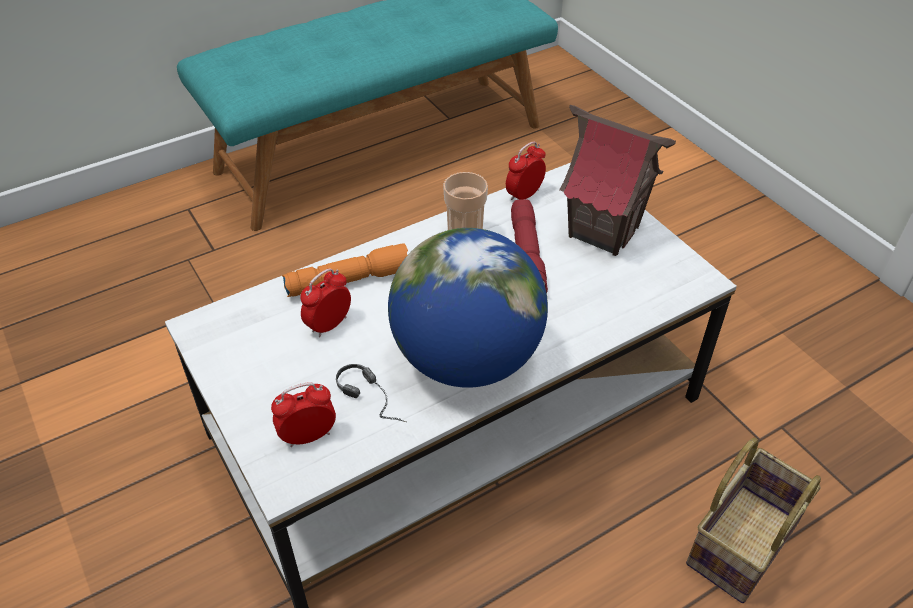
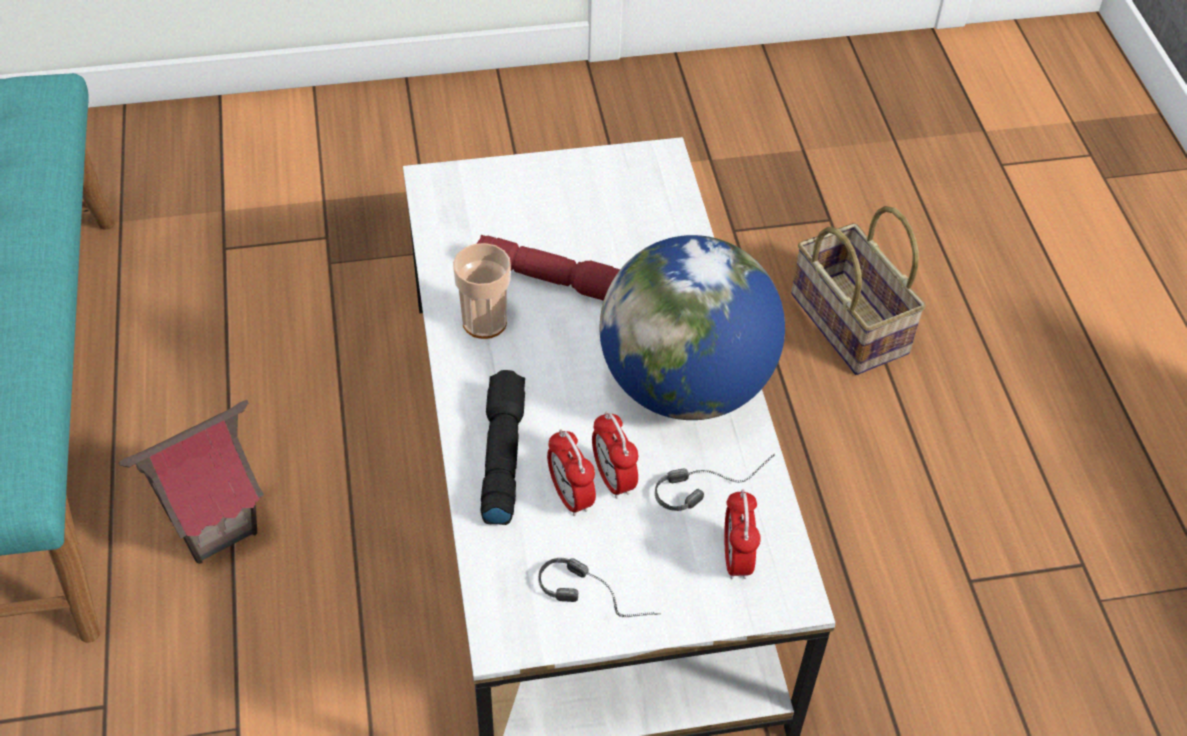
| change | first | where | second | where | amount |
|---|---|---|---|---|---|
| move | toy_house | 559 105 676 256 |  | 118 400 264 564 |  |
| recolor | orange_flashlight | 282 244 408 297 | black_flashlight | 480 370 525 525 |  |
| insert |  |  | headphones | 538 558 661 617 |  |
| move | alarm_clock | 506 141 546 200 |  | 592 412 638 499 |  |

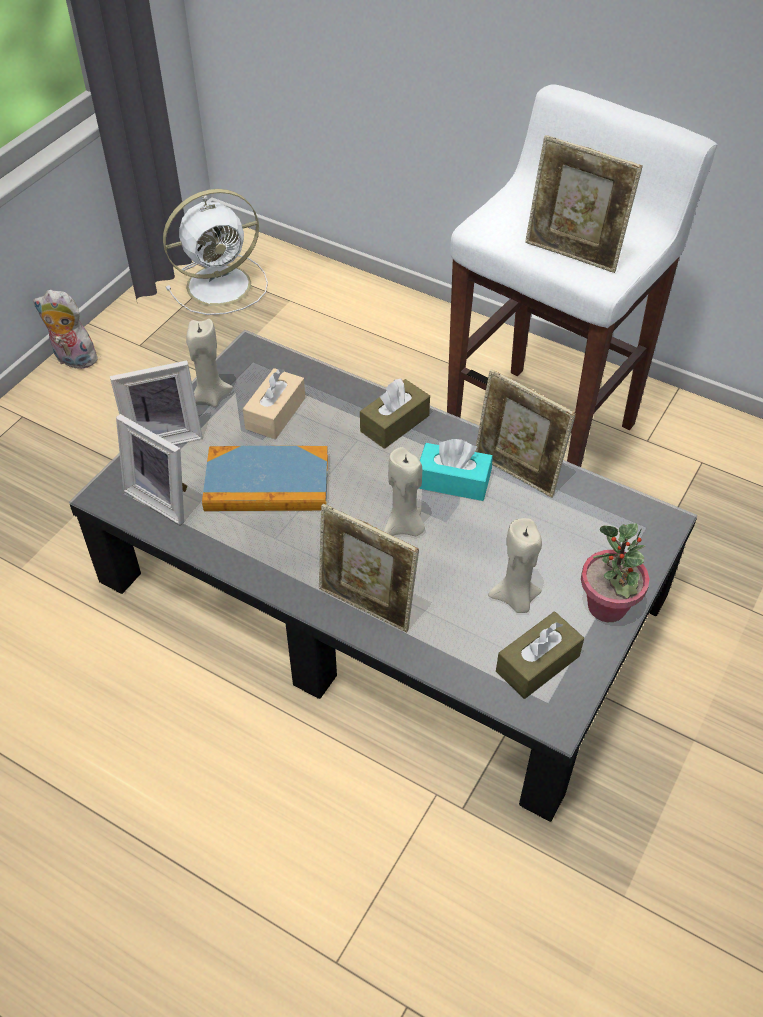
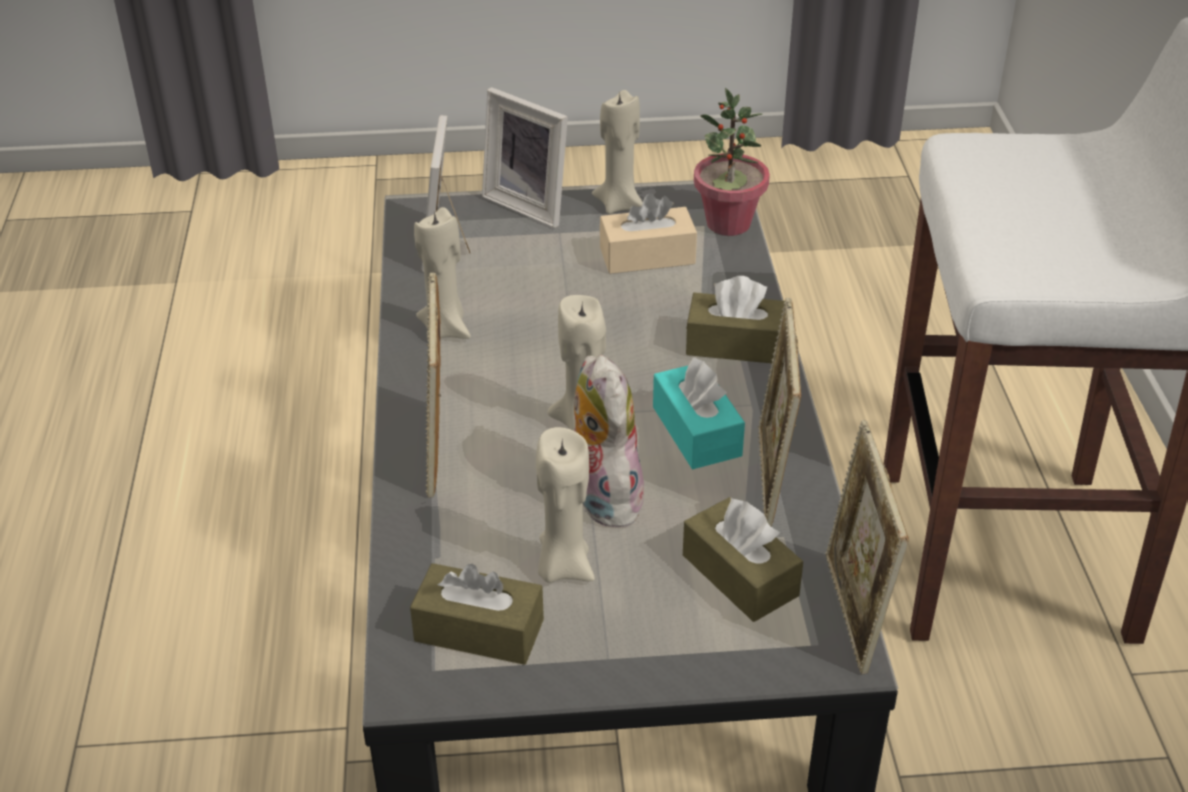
| change | first | where | second | where | amount |
|---|---|---|---|---|---|
| insert |  |  | beige_candle | 414 207 471 339 |  |
| move | plush_toy | 33 290 98 369 |  | 574 354 644 528 |  |
| insert |  |  | brown_tissue_box | 683 497 803 622 |  |
| move | potted_plant | 581 524 650 622 |  | 694 88 770 236 |  |
| move | picture_frame | 525 135 643 273 |  | 825 420 909 674 |  |
| delete | white_fan | 163 189 268 315 |  |  |  |
| delete | book | 202 446 328 511 |  |  |  |

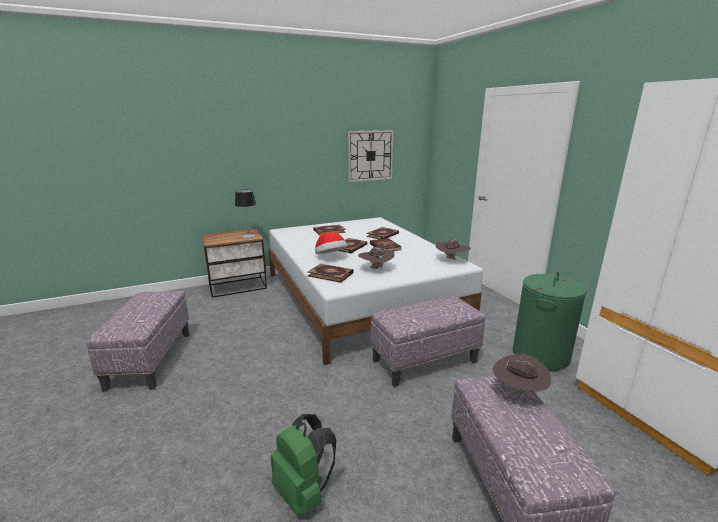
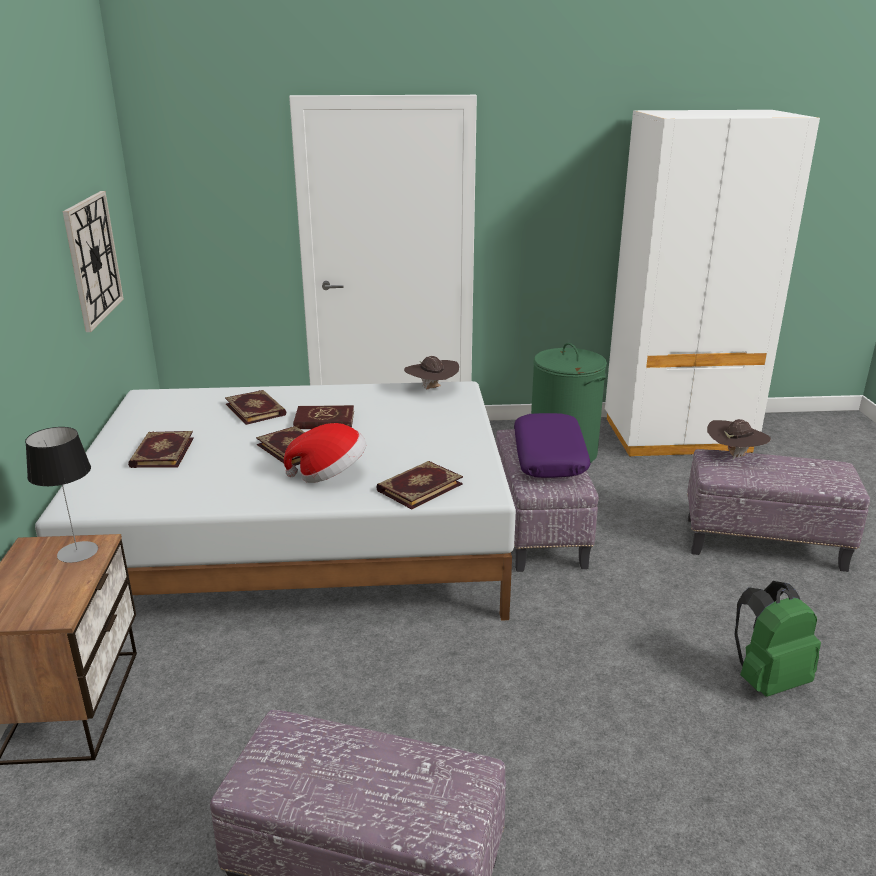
| change | first | where | second | where | amount |
|---|---|---|---|---|---|
| insert |  |  | purple_pillow | 514 413 591 478 |  |
| delete | brown_hat | 358 247 395 269 |  |  |  |

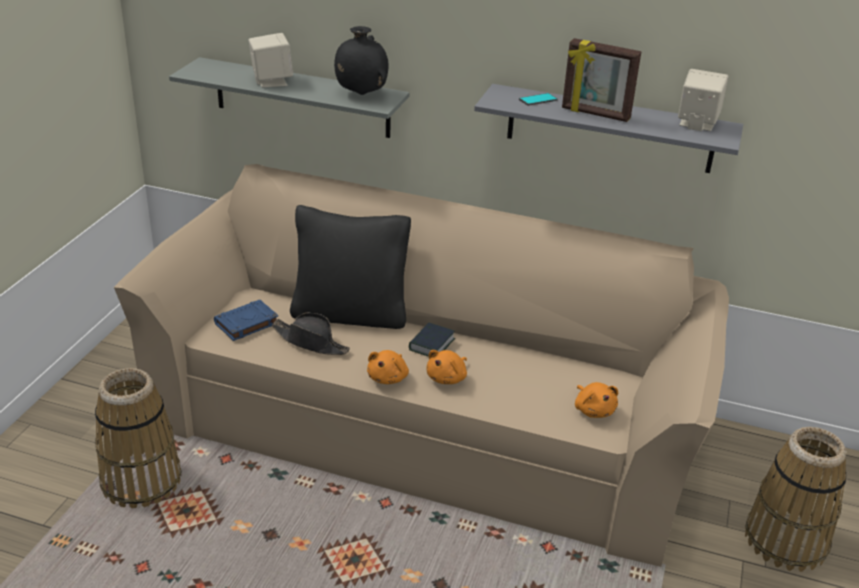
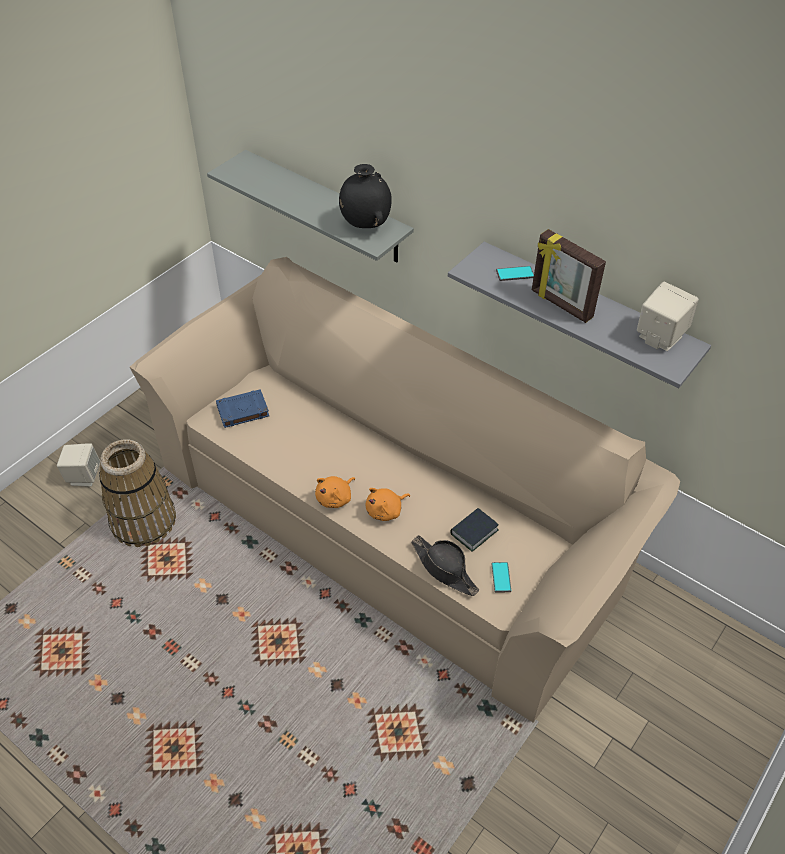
| change | first | where | second | where | amount |
|---|---|---|---|---|---|
| move | beige_speaker | 249 33 293 87 |  | 57 443 100 487 |  |
| move | black_hat | 272 313 350 355 |  | 411 535 479 596 |  |
| move | book | 409 323 455 357 |  | 450 508 499 552 |  |
| replace | orange_plush_toy | 575 382 618 418 | phone | 492 562 511 593 |  |
| delete | black_pillow | 290 205 411 329 |  |  |  |
| delete | basket | 745 427 846 572 |  |  |  |

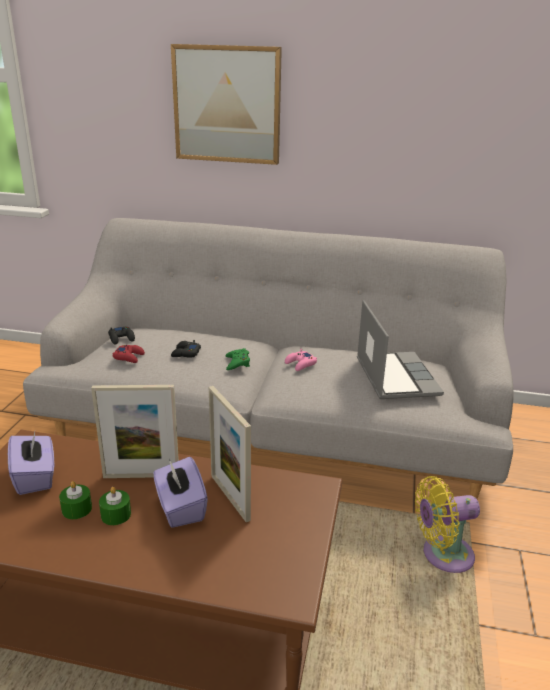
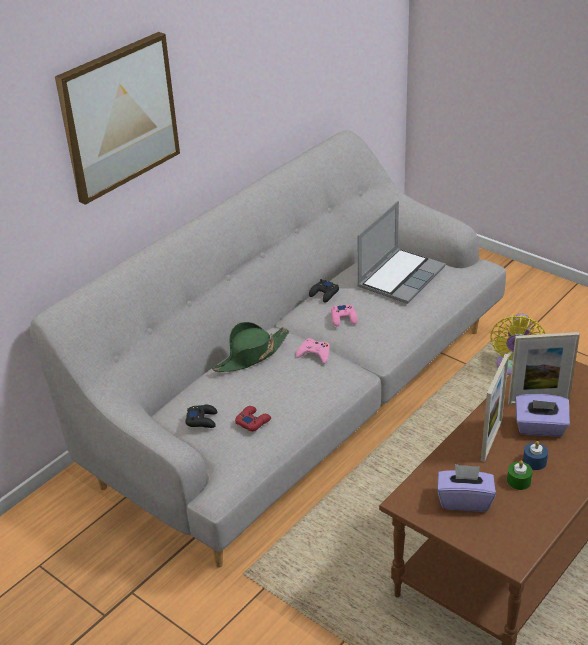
| change | first | where | second | where | amount |
|---|---|---|---|---|---|
| insert |  |  | green_hat | 212 322 289 372 |  |
| recolor | green_game_controller | 225 348 250 370 | pink_game_controller | 296 338 330 364 |  |
| move | black_game_controller | 171 340 201 358 |  | 309 279 339 302 |  |
| rotate | laptop | 357 300 444 399 |  | 357 201 445 304 | 105 degrees clockwise |
| recolor | green_candle | 99 487 131 525 | blue_candle | 523 441 548 470 |  |

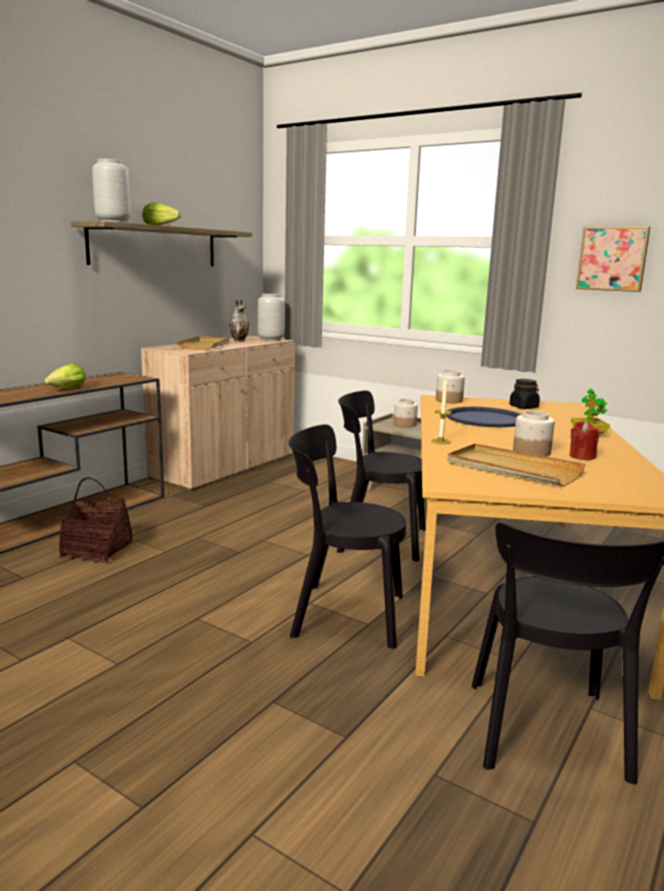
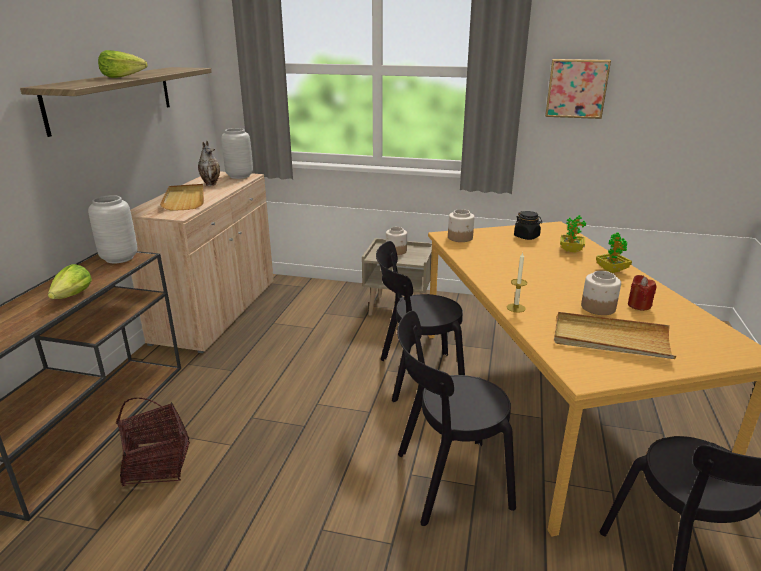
| change | first | where | second | where | amount |
|---|---|---|---|---|---|
| move | grey_vase | 92 159 131 223 |  | 88 195 137 263 |  |
| insert |  |  | potted_plant | 560 215 586 252 |  |
| delete | blue_tray | 446 407 522 427 |  |  |  |

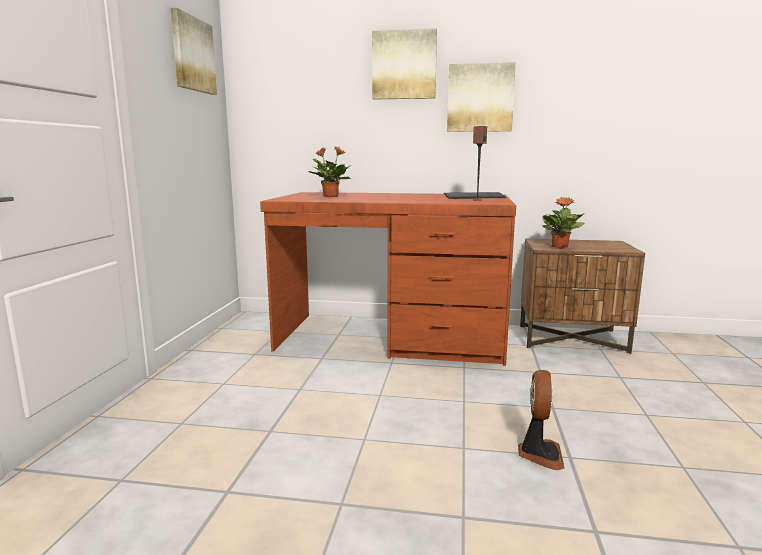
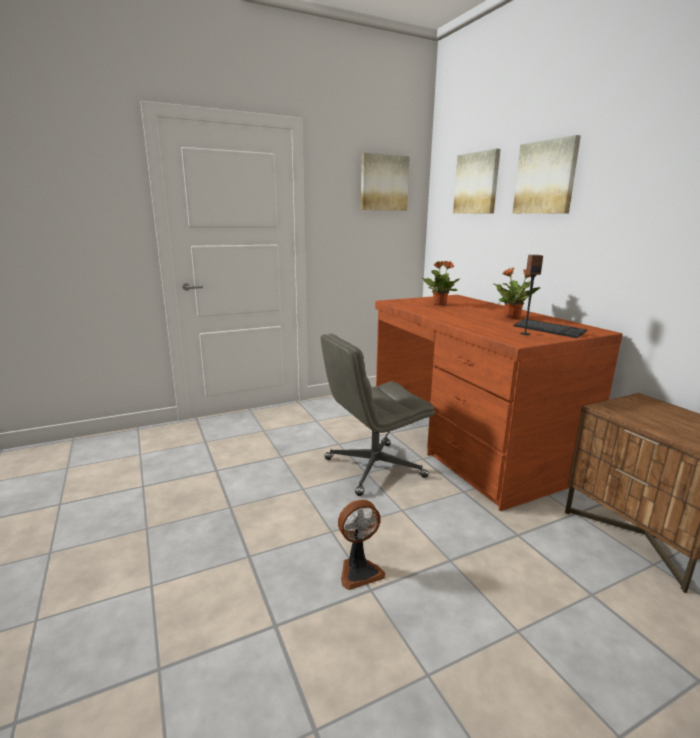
| change | first | where | second | where | amount |
|---|---|---|---|---|---|
| insert |  |  | grey_office_chair | 321 333 435 496 |  |
| move | picture | 447 62 516 132 |  | 453 149 501 214 |  |
| move | potted_plant | 542 197 585 248 |  | 494 268 541 319 |  |

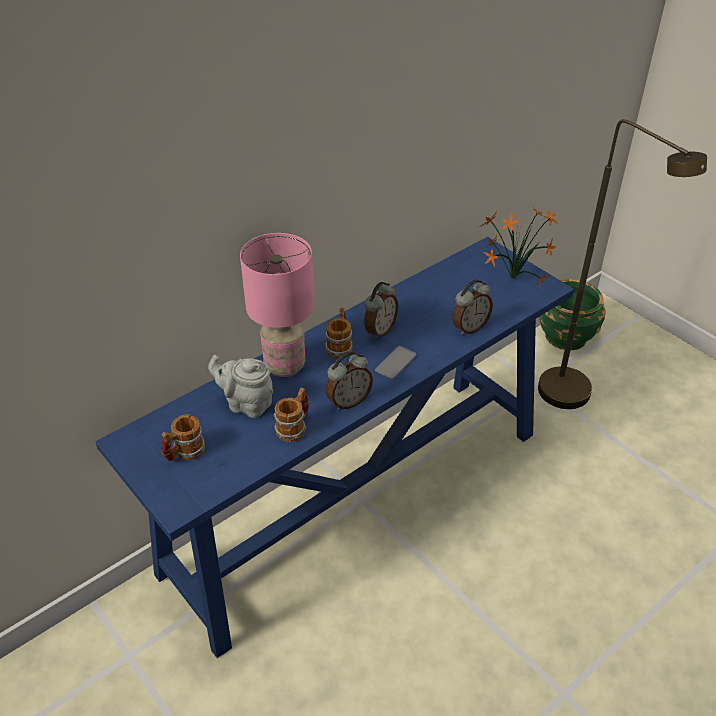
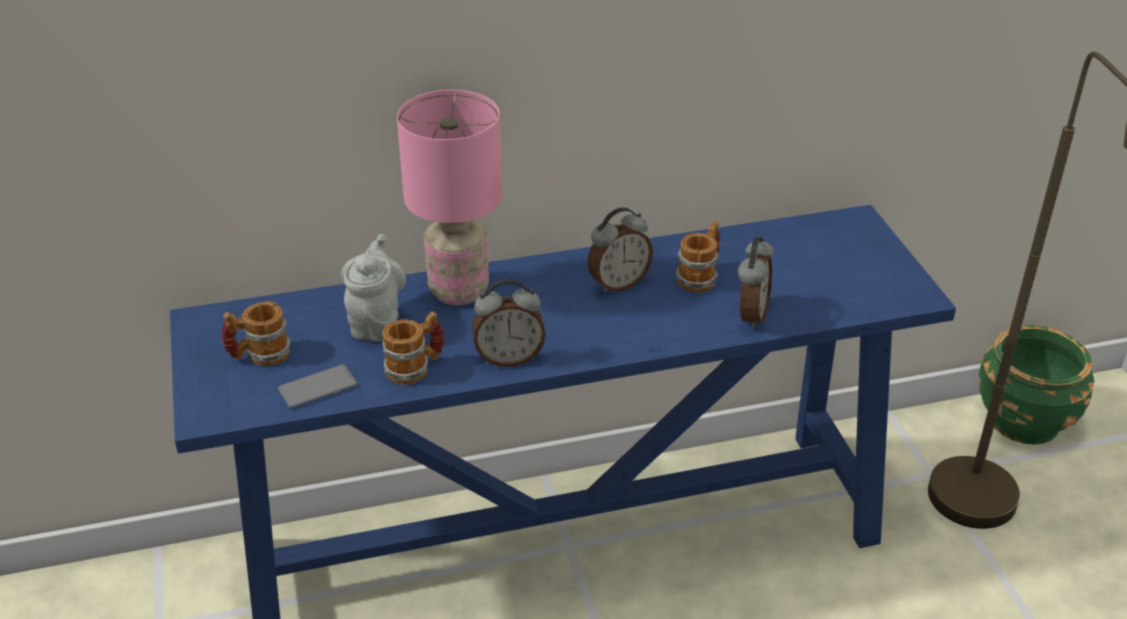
| change | first | where | second | where | amount |
|---|---|---|---|---|---|
| move | phone | 375 346 417 379 |  | 278 364 358 408 |  |
| rotate | grey_teapot | 208 355 273 418 |  | 341 234 406 342 | 45 degrees clockwise |
| move | mug | 325 308 353 358 |  | 675 220 720 292 |  |
| rotate | alarm_clock | 452 279 493 335 |  | 738 237 774 329 | 60 degrees counterclockwise |
| delete | potted_plant | 478 206 559 287 |  |  |  |

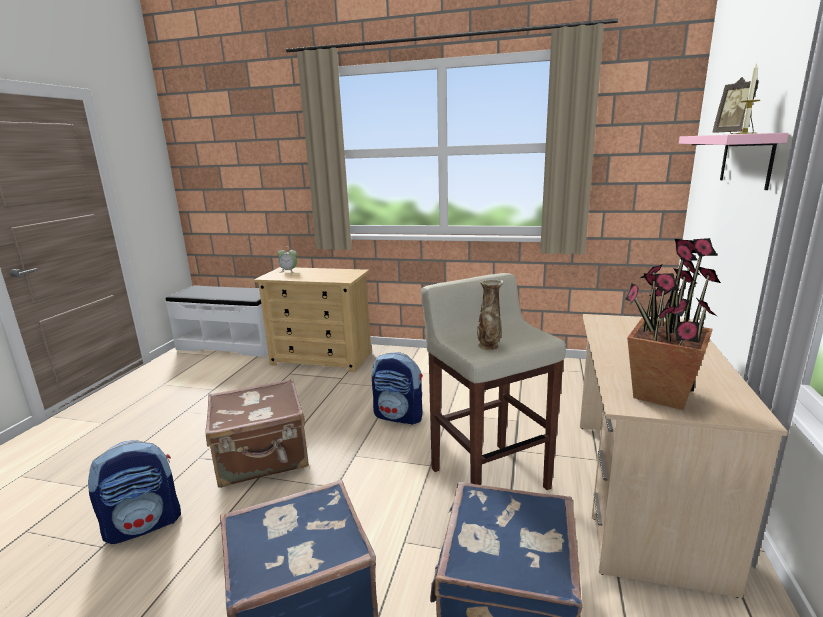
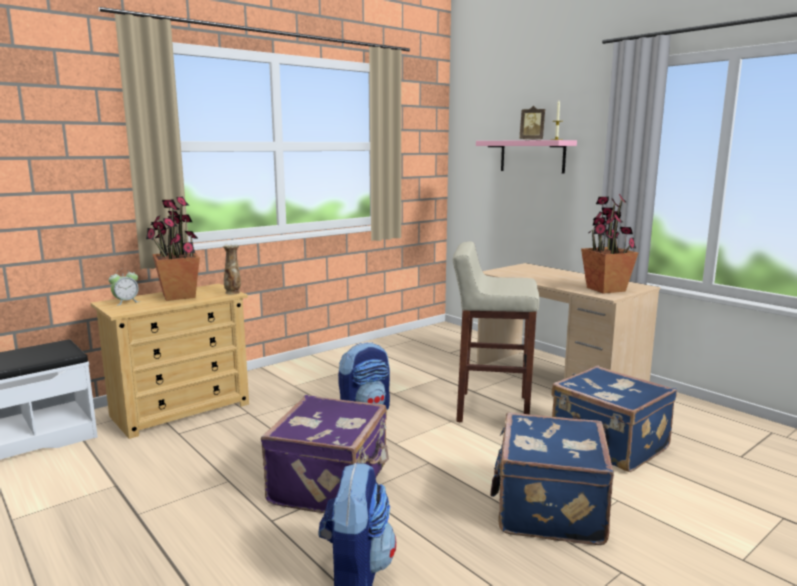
| change | first | where | second | where | amount |
|---|---|---|---|---|---|
| insert |  |  | potted_plant | 146 197 200 301 |  |
| move | vase | 477 278 504 350 |  | 223 245 241 295 |  |
| recolor | brown_suitcase | 205 378 309 488 | purple_suitcase | 261 395 389 513 |  |

